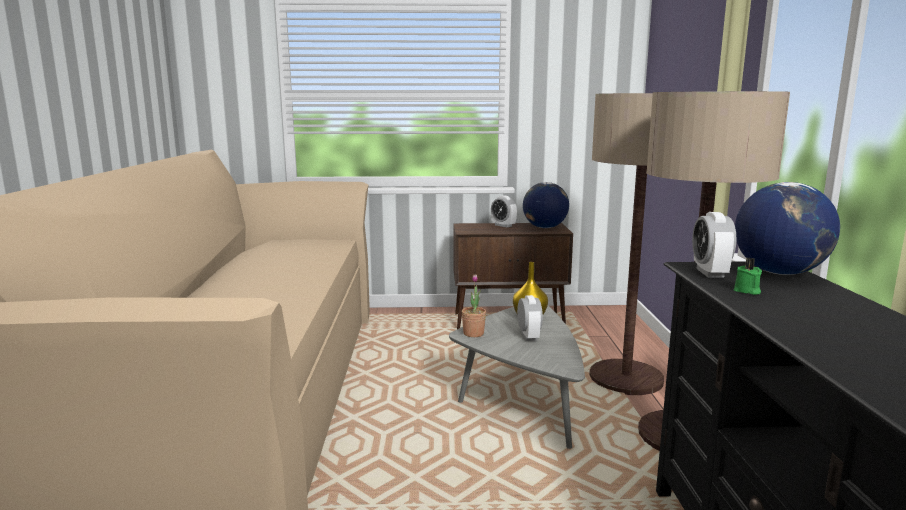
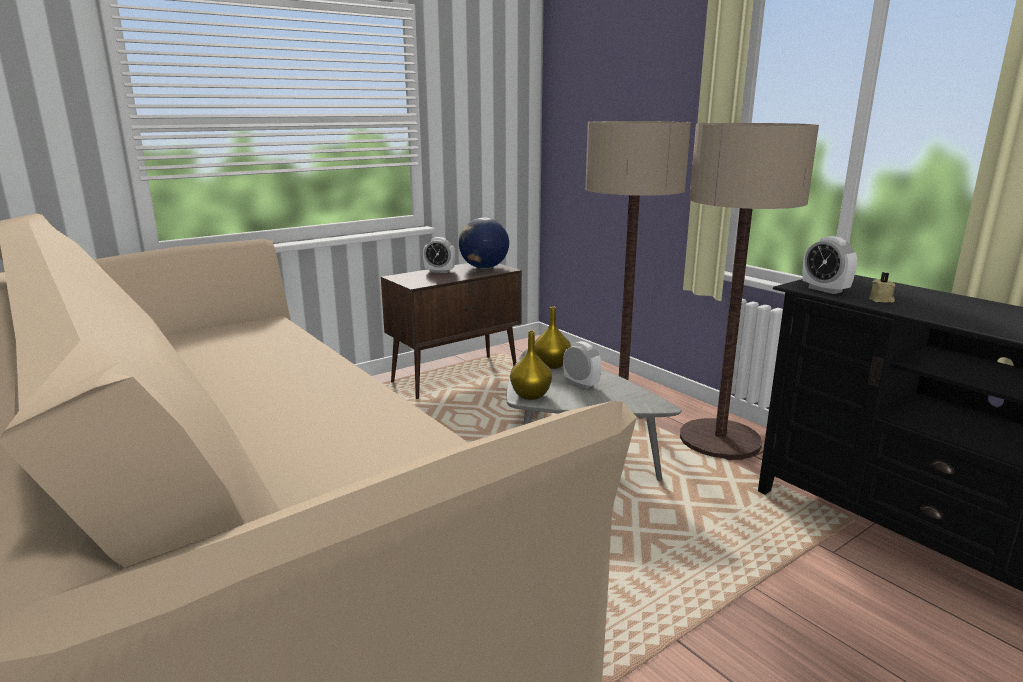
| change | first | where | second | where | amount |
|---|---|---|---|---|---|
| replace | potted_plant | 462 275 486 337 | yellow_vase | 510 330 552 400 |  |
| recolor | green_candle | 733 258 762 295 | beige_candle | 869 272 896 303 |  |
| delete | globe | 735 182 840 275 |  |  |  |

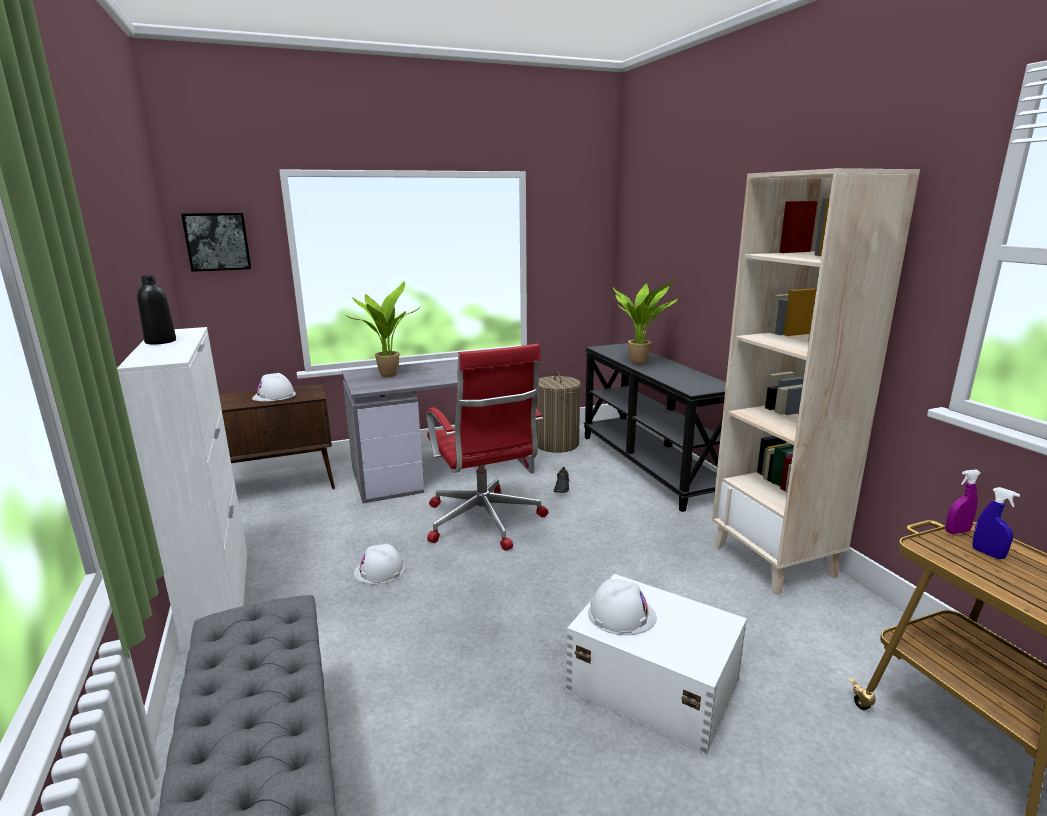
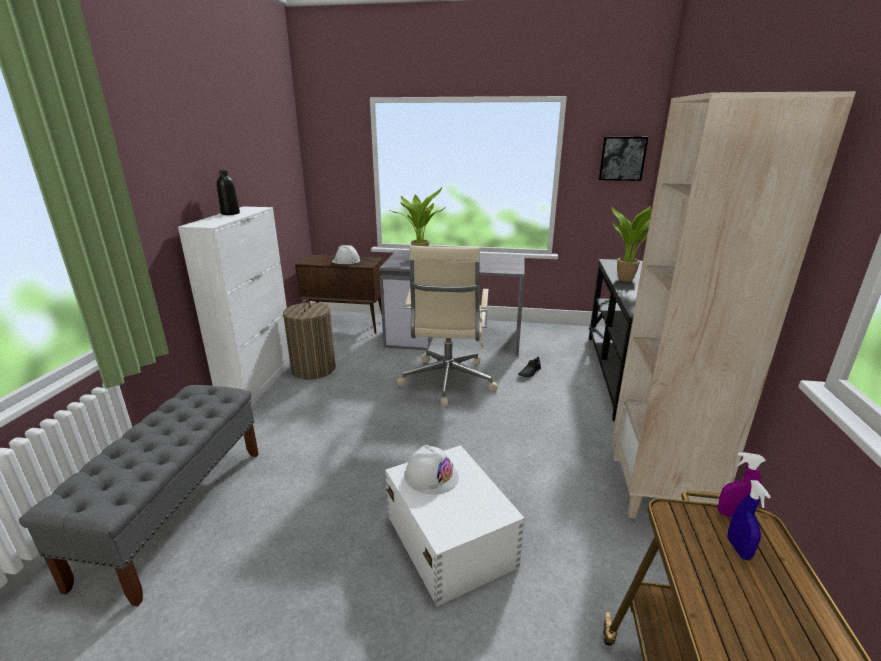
| change | first | where | second | where | amount |
|---|---|---|---|---|---|
| move | laundry_basket | 536 371 581 453 |  | 283 299 336 379 |  |
| recolor | red_office_chair | 426 344 548 551 | beige_office_chair | 397 246 498 407 |  |
| move | picture | 181 213 252 272 |  | 598 136 648 181 |  |
| delete | white_hard_hat | 354 543 405 584 |  |  |  |

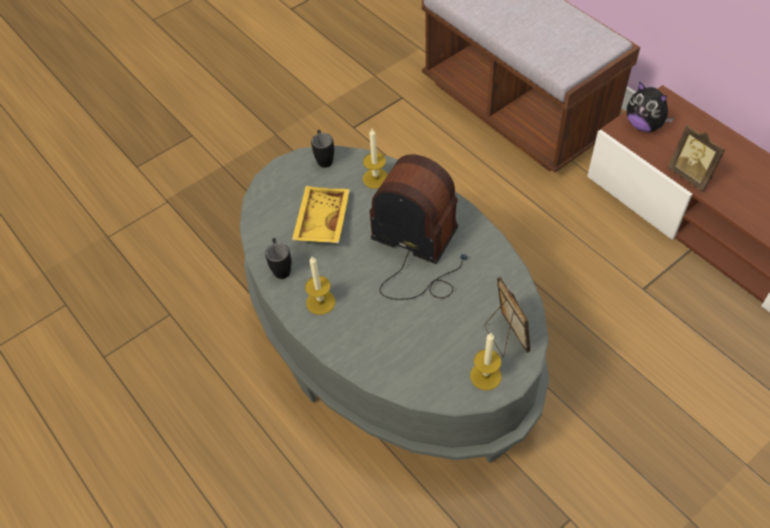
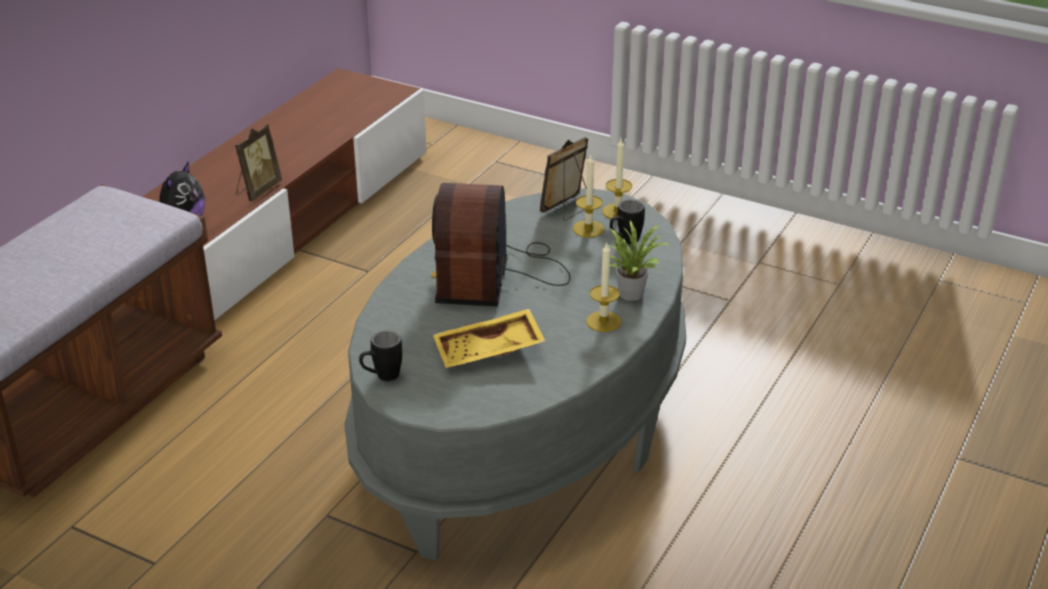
| change | first | where | second | where | amount |
|---|---|---|---|---|---|
| move | candle | 363 129 388 189 |  | 573 155 604 237 |  |
| insert |  |  | potted_plant | 608 221 669 301 |  |
| move | black_mug | 265 238 291 279 |  | 610 200 645 244 |  |

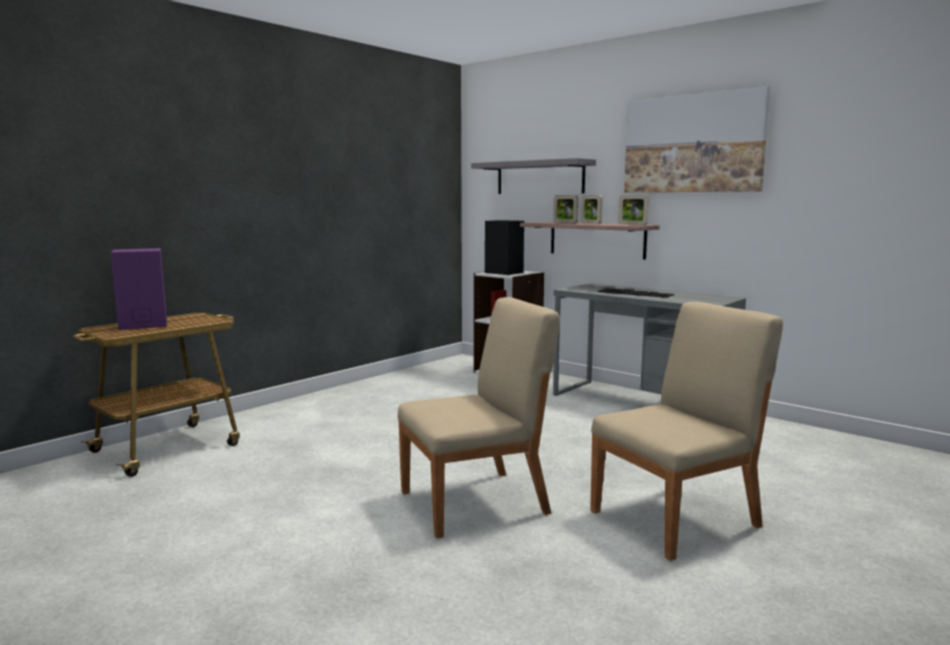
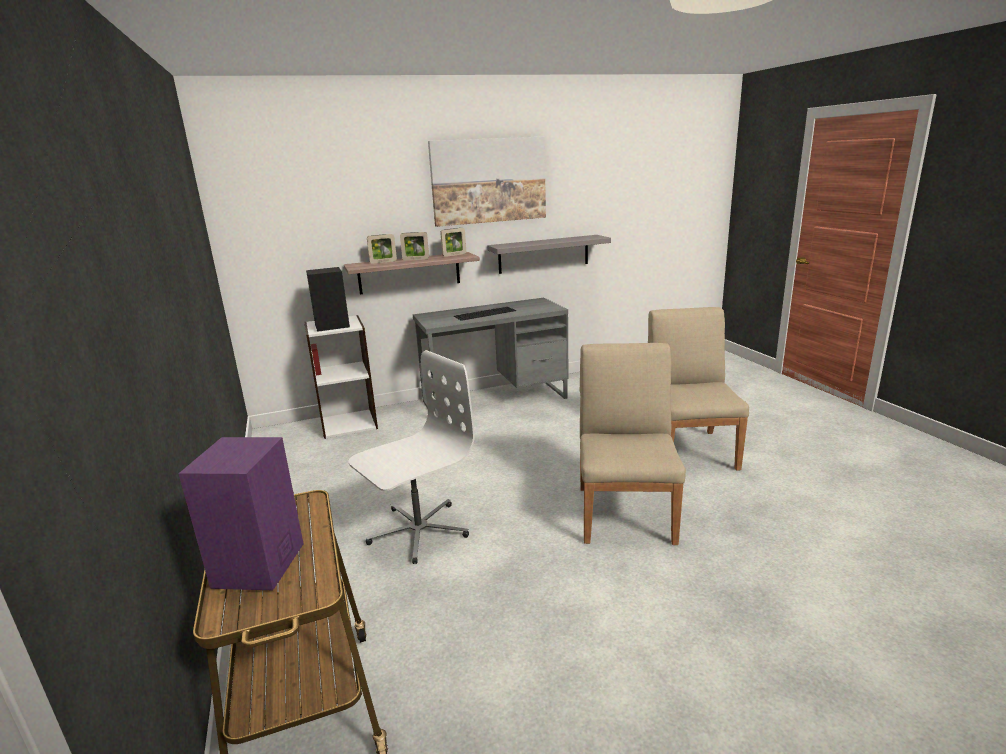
| change | first | where | second | where | amount |
|---|---|---|---|---|---|
| insert |  |  | white_office_chair | 348 350 475 564 |  |
| move | grey_shelf | 471 158 596 194 |  | 487 235 611 274 |  |

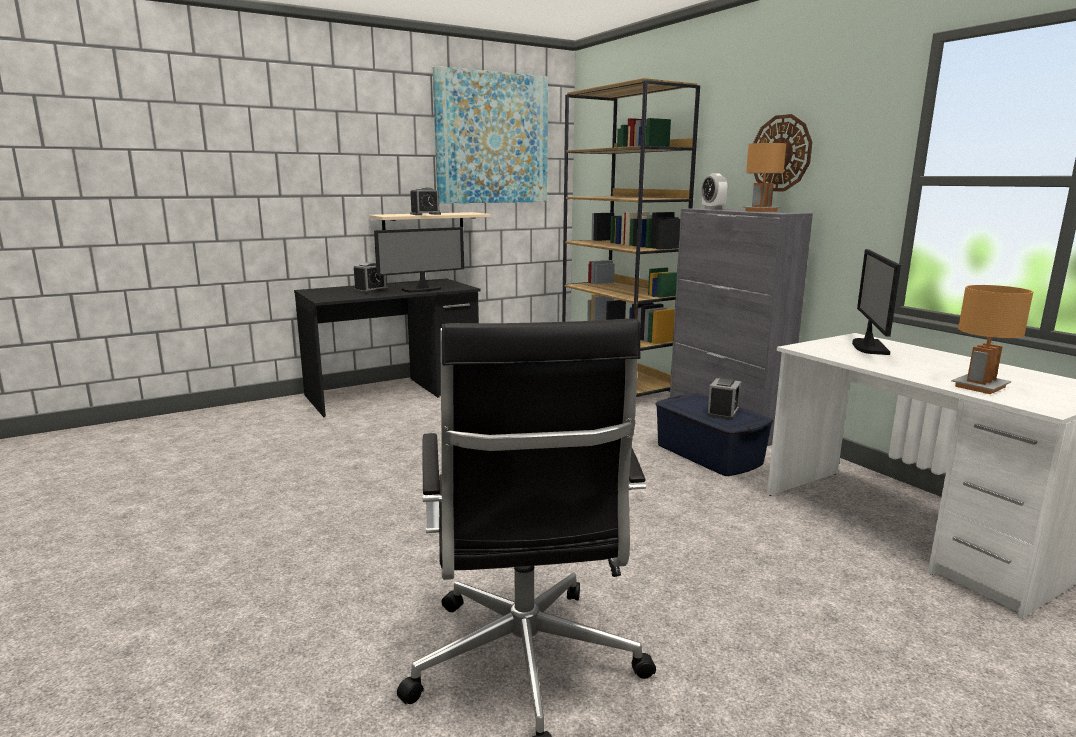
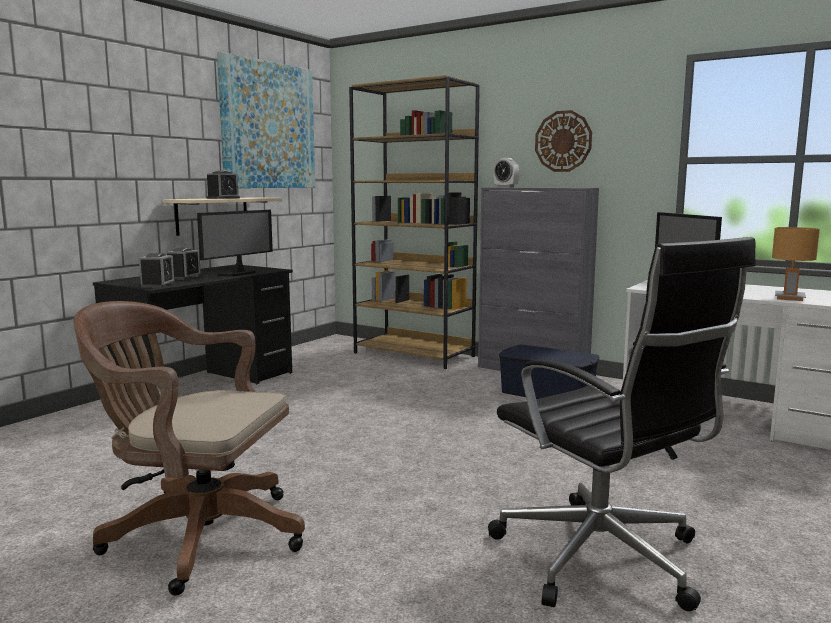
| change | first | where | second | where | amount |
|---|---|---|---|---|---|
| insert |  |  | brown_office_chair | 73 301 305 596 |  |
| move | alarm_clock | 707 378 741 420 |  | 139 253 175 288 |  |
| delete | brown_table_lamp | 742 143 786 212 |  |  |  |

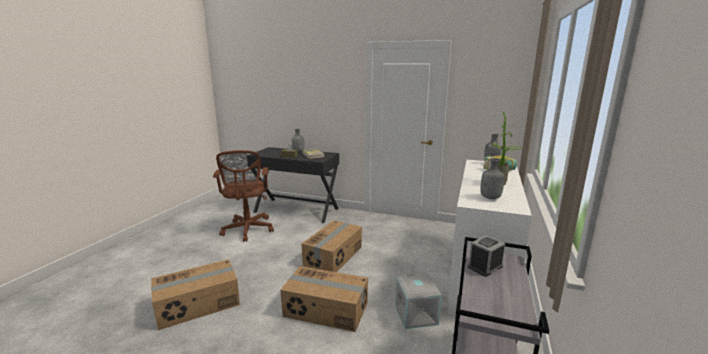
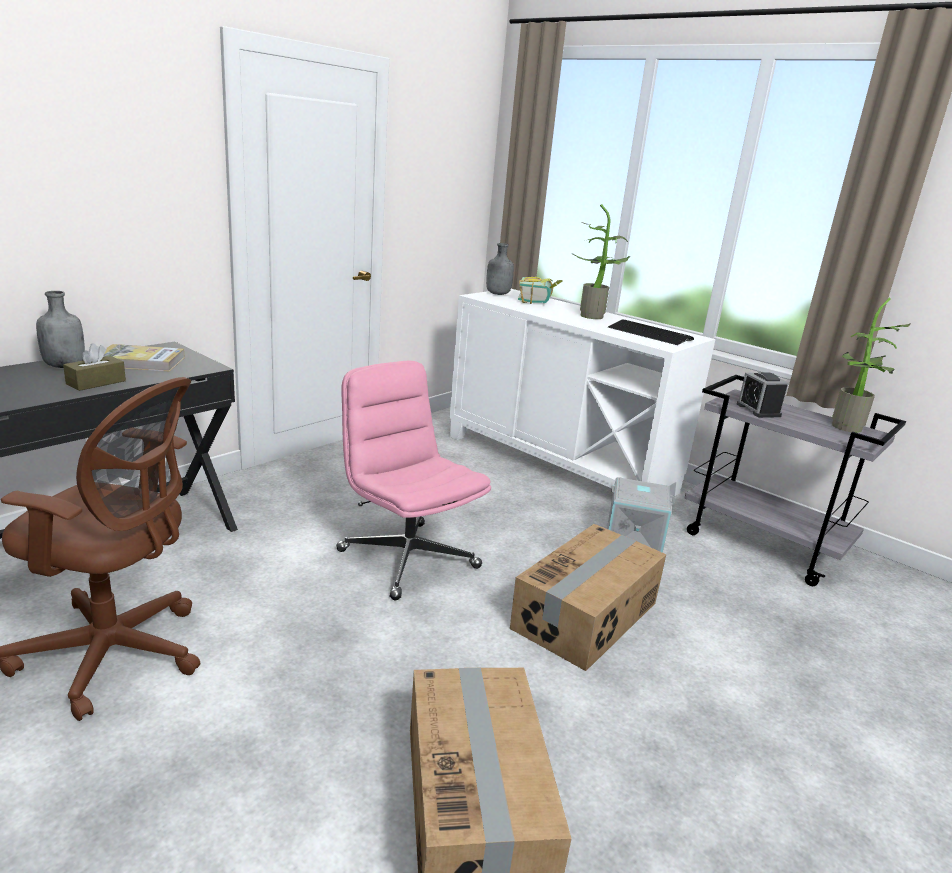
| change | first | where | second | where | amount |
|---|---|---|---|---|---|
| replace | cardboard_box | 301 220 362 272 | pink_office_chair | 336 360 491 600 |  |
| replace | grey_bottle | 480 158 505 199 | keyboard | 608 319 694 345 |  |
| insert |  |  | potted_plant | 832 298 911 433 |  |

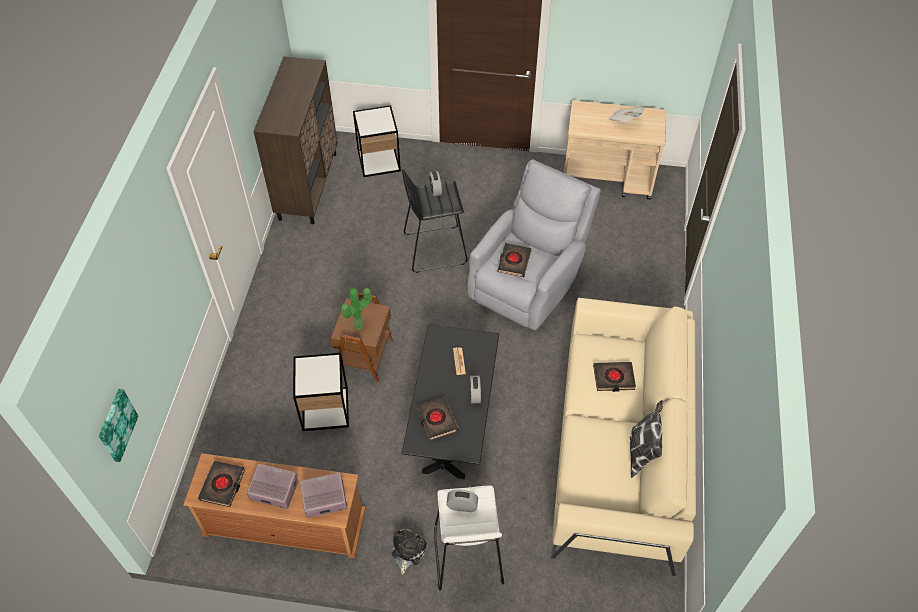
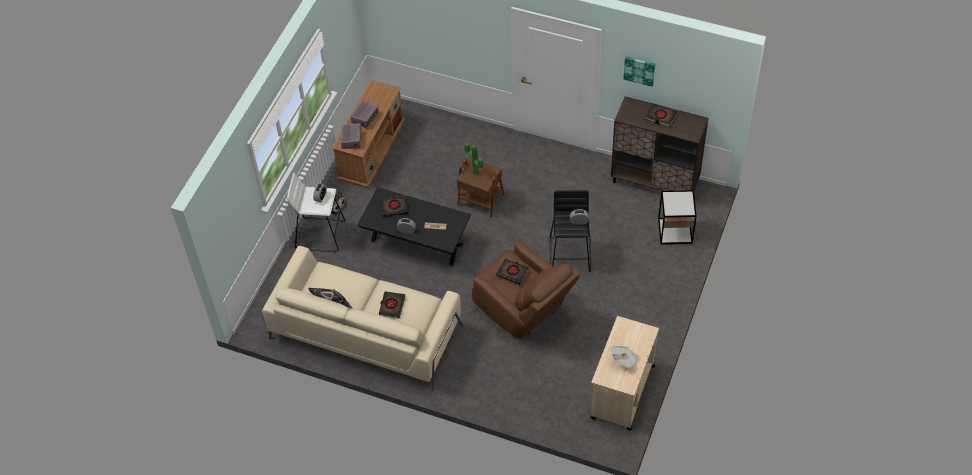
| change | first | where | second | where | amount |
|---|---|---|---|---|---|
| recolor | grey_armchair | 467 159 601 330 | brown_armchair | 472 241 580 339 |  |
| move | picture | 99 389 138 462 |  | 624 57 655 87 |  |
| move | black_book | 198 461 245 507 |  | 646 103 677 127 |  |
| delete | side_table | 293 353 349 431 |  |  |  |

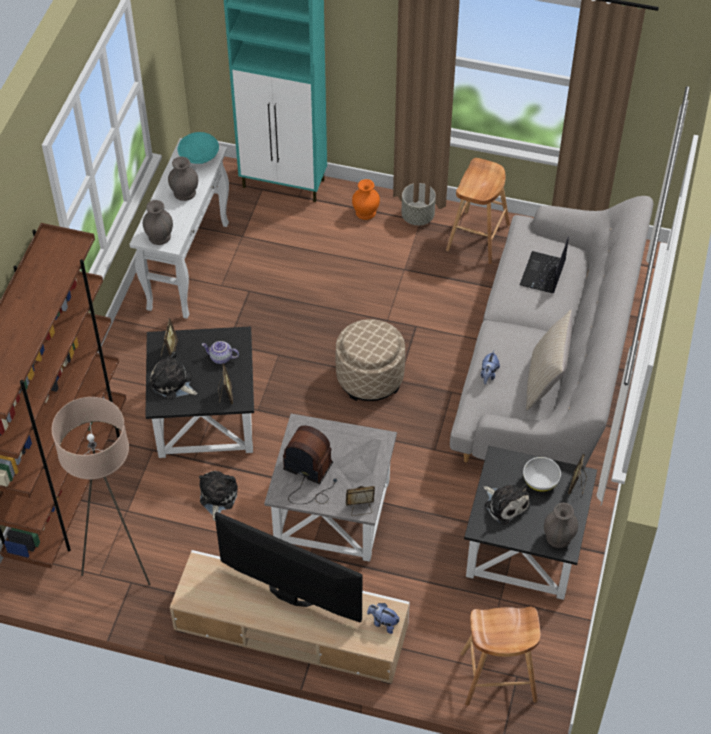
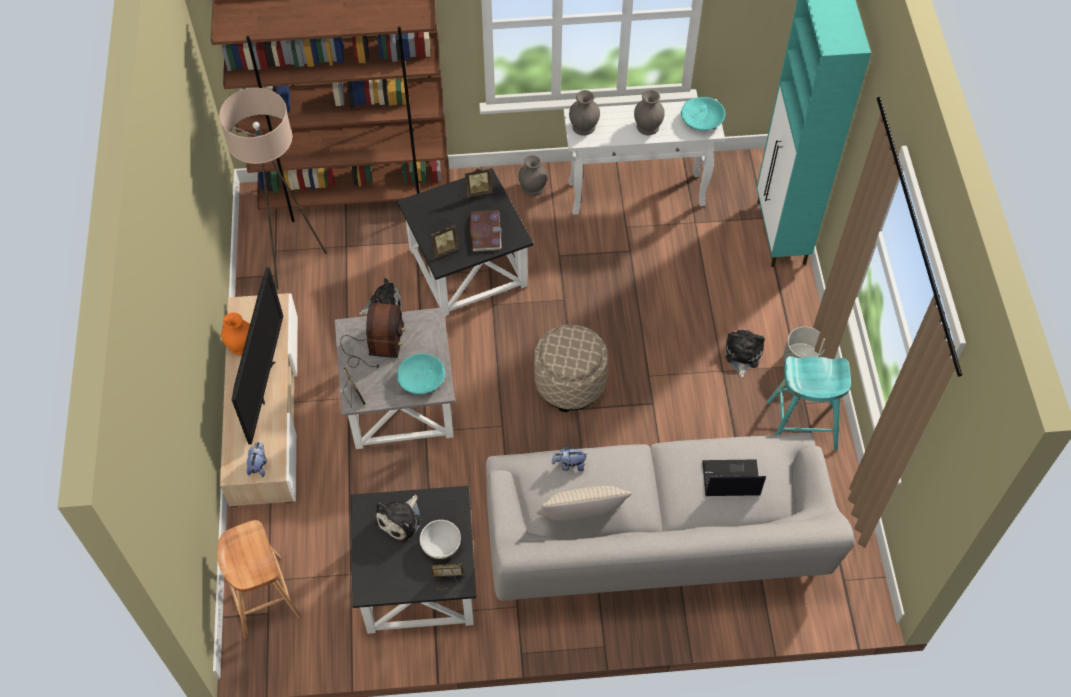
| change | first | where | second | where | amount |
|---|---|---|---|---|---|
| move | orange_vase | 352 179 380 220 |  | 221 312 250 356 |  |
| insert |  |  | turquoise_bowl | 397 353 445 395 |  |
| replace | teapot | 202 341 239 364 | book | 470 210 502 252 |  |
| move | grey_vase | 544 503 578 548 |  | 518 155 547 196 |  |
| move | plush_toy | 150 351 197 398 |  | 726 329 765 378 |  |
| recolor | brown_stool | 446 158 510 264 | turquoise_stool | 767 356 851 450 |  |

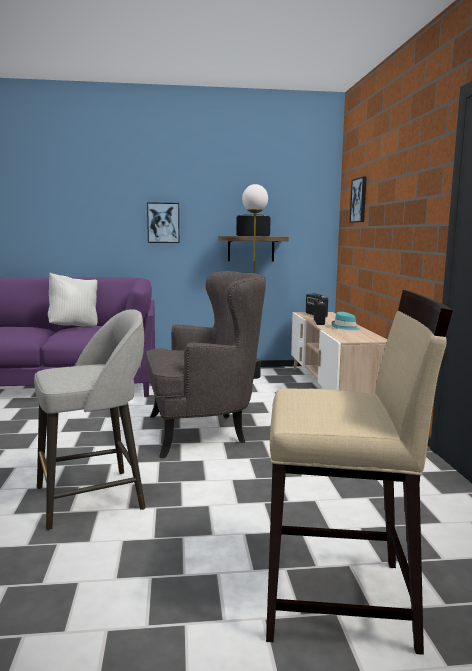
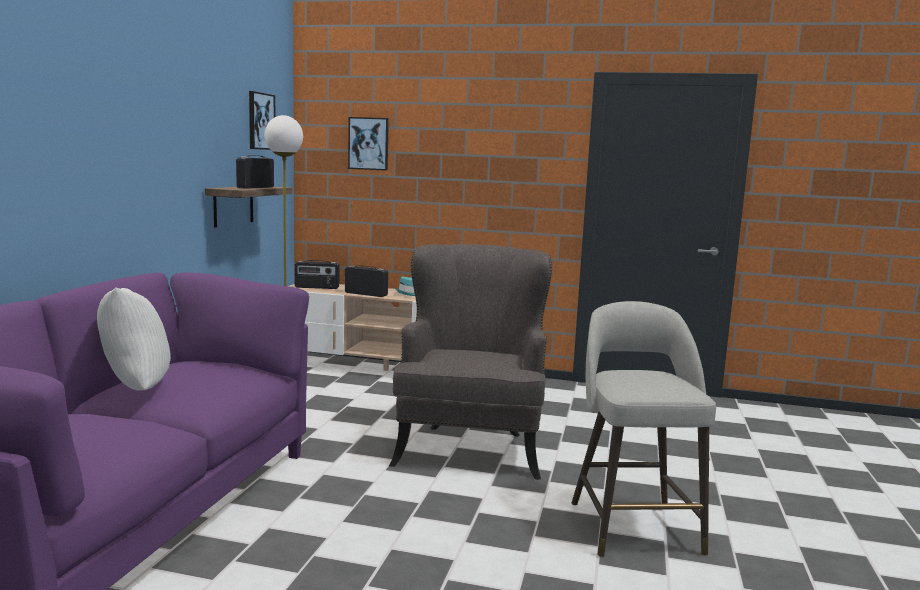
| change | first | where | second | where | amount |
|---|---|---|---|---|---|
| move | picture | 147 202 179 243 |  | 249 91 275 150 |  |
| delete | beige_stool | 266 290 453 655 |  |  |  |

